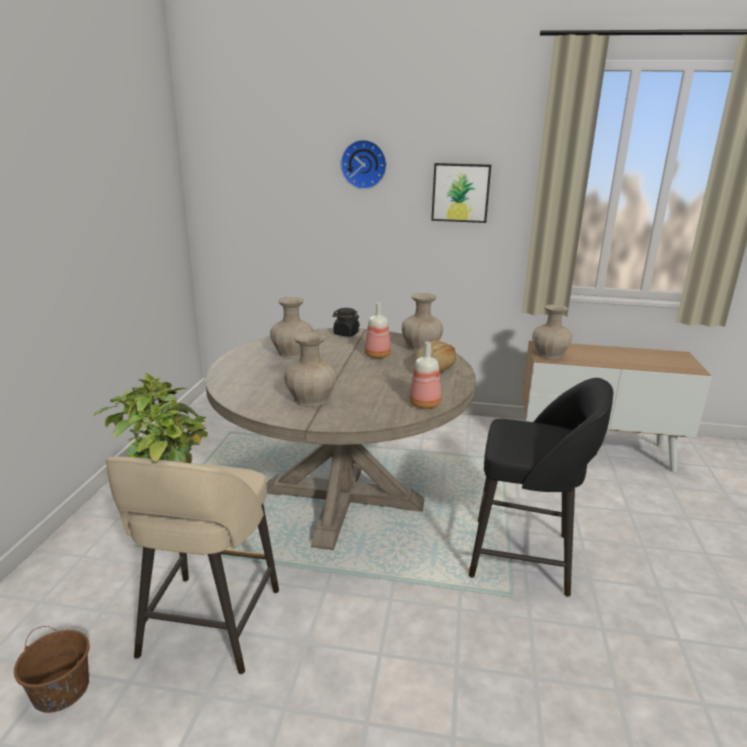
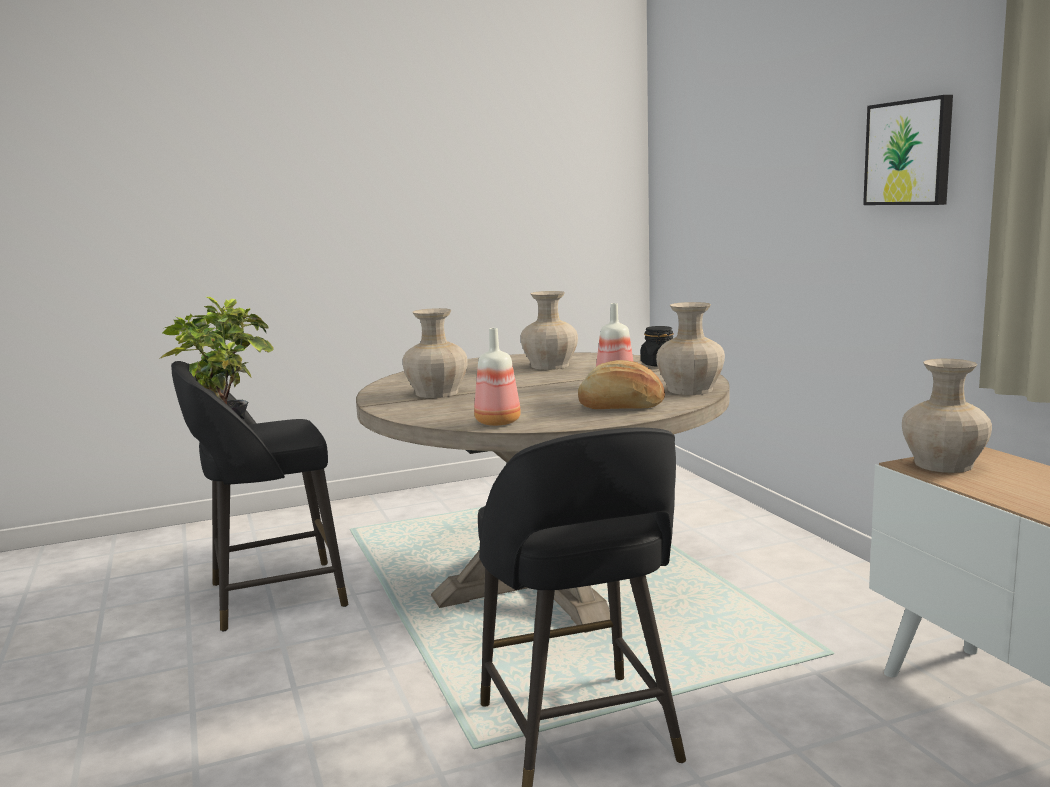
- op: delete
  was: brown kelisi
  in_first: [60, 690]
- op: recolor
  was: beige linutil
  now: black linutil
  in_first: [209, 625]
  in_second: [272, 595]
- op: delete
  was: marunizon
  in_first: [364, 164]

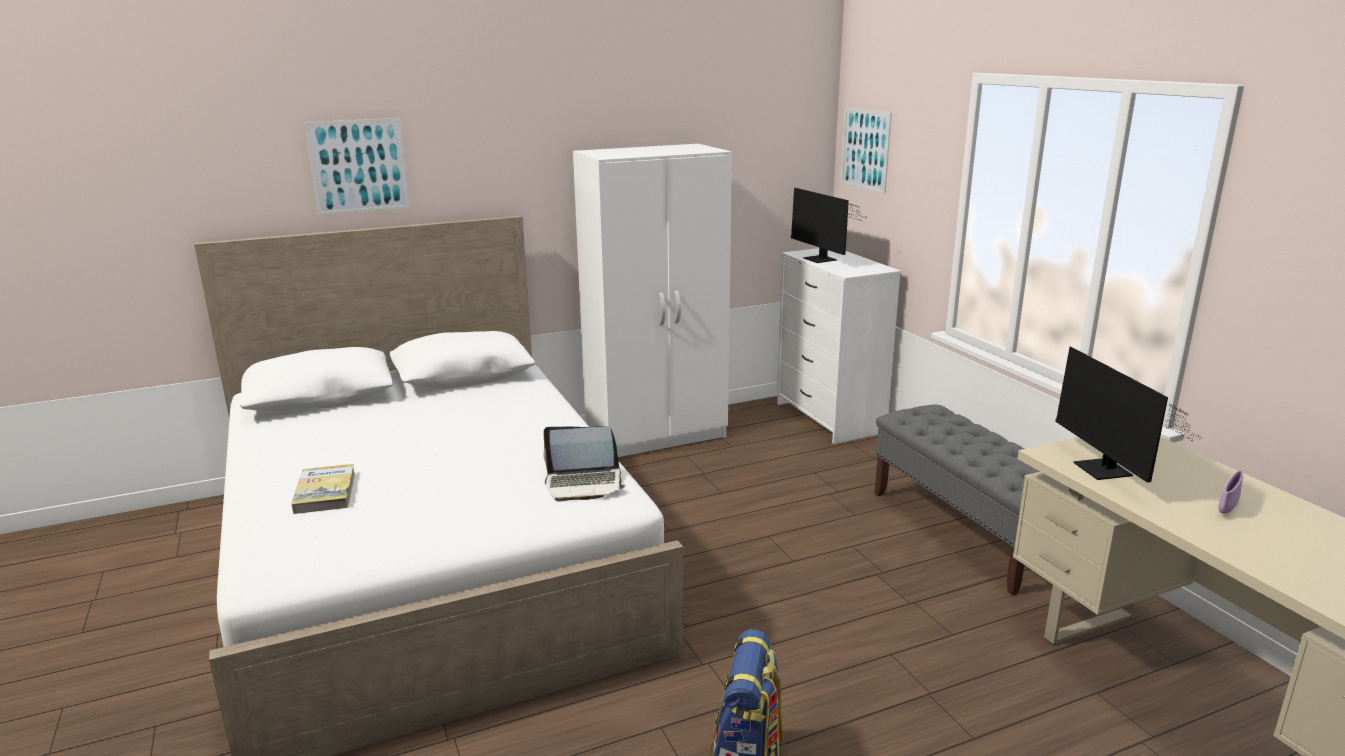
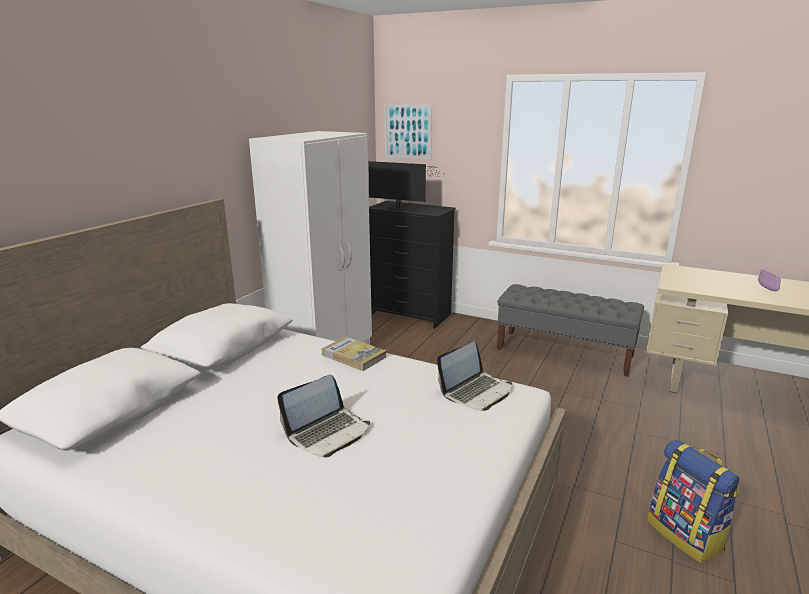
- op: move
  was: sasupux
  in_first: [325, 492]
  in_second: [354, 356]
- op: delete
  was: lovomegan
  in_first: [359, 166]
- op: recolor
  was: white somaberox
  now: black somaberox
  in_first: [828, 418]
  in_second: [409, 315]
- op: delete
  was: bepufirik
  in_first: [1105, 472]
- op: insert
  now: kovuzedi
  in_second: [328, 433]

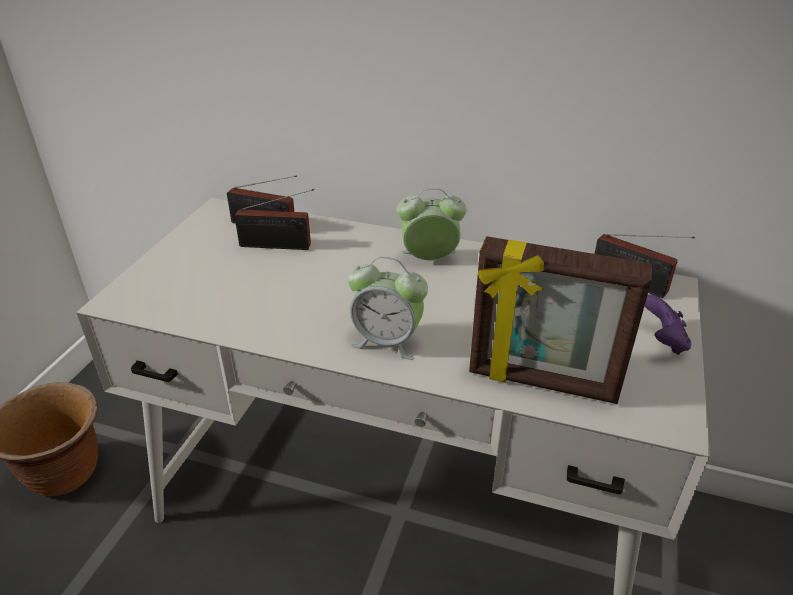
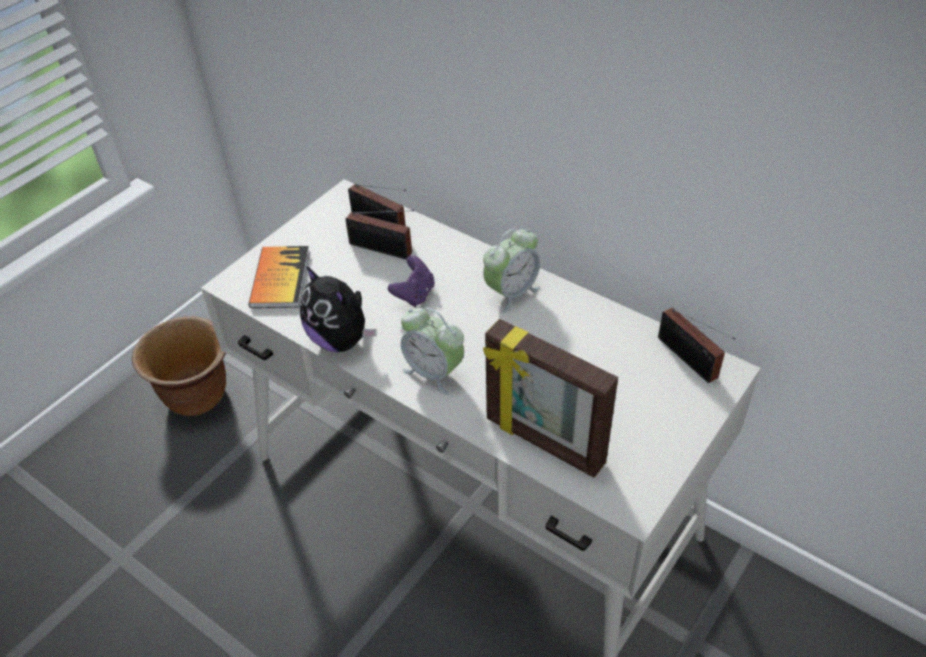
- op: rotate
  was: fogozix
  in_first: [429, 259]
  in_second: [511, 293]
  clockwise: 120
- op: move
  was: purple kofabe
  in_first: [662, 341]
  in_second: [414, 294]
- op: insert
  now: sasupux
  in_second: [280, 279]
- op: insert
  now: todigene
  in_second: [341, 339]

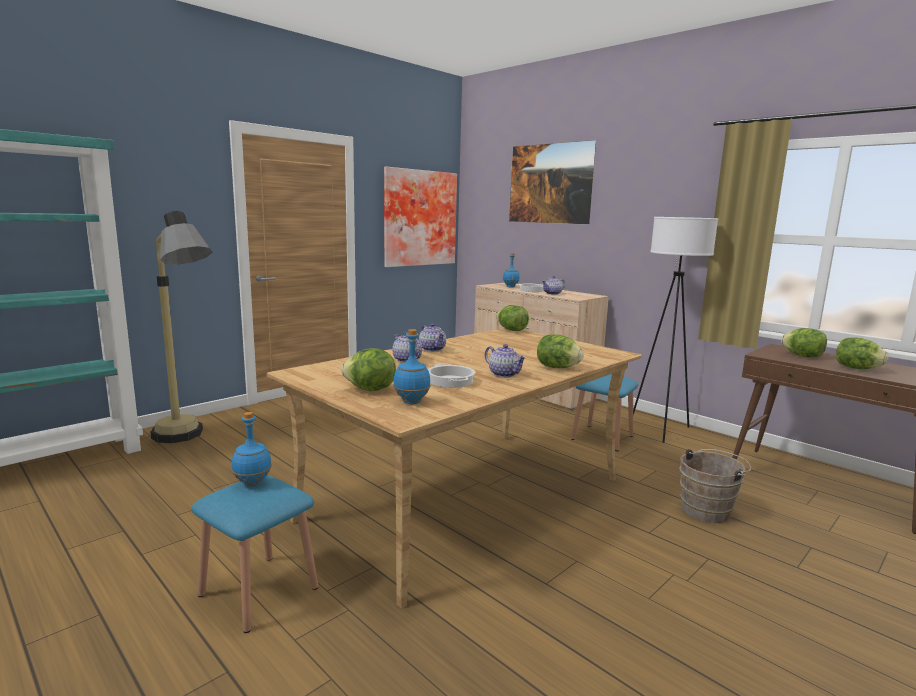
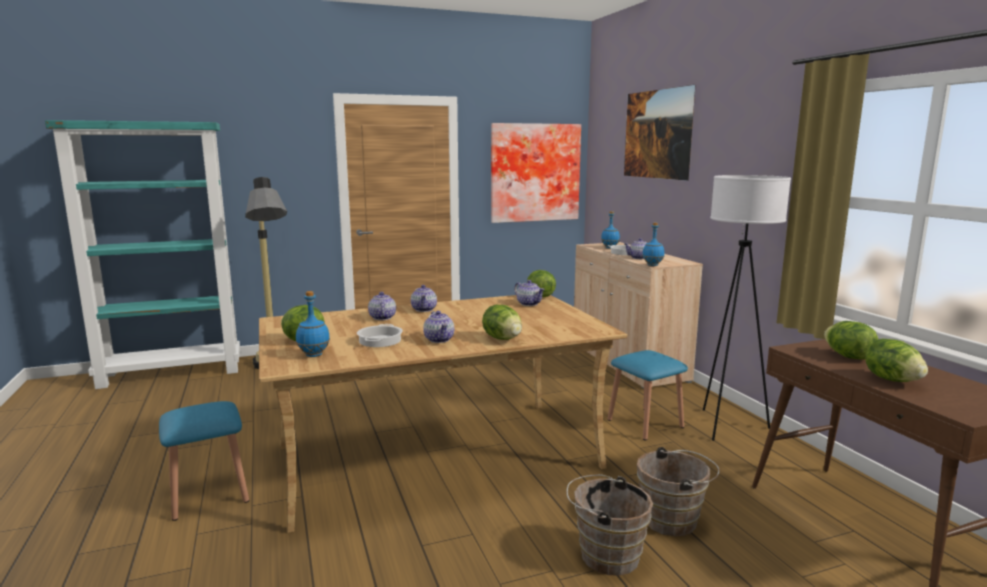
- op: move
  was: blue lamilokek
  in_first: [252, 483]
  in_second: [652, 265]
- op: insert
  now: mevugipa
  in_second: [529, 304]
- op: insert
  now: brown kelisi
  in_second: [605, 554]

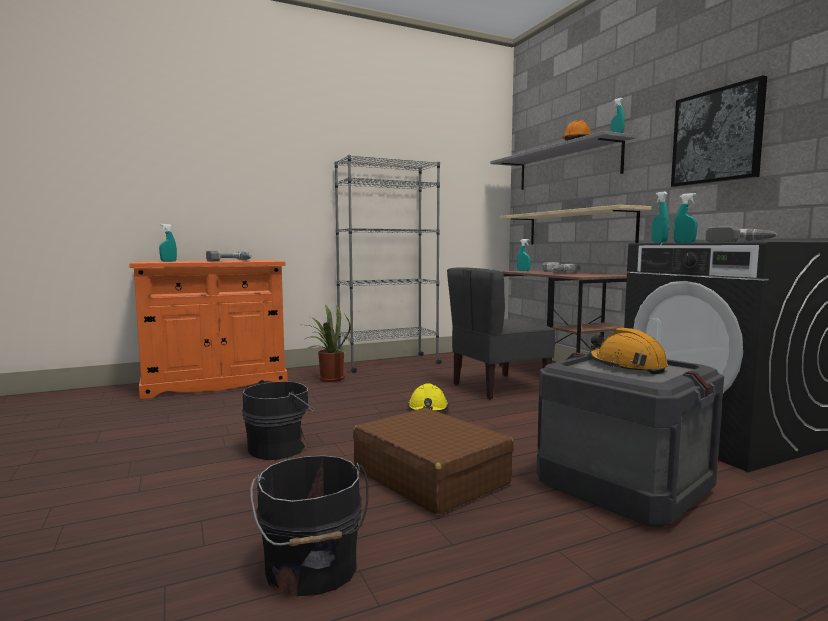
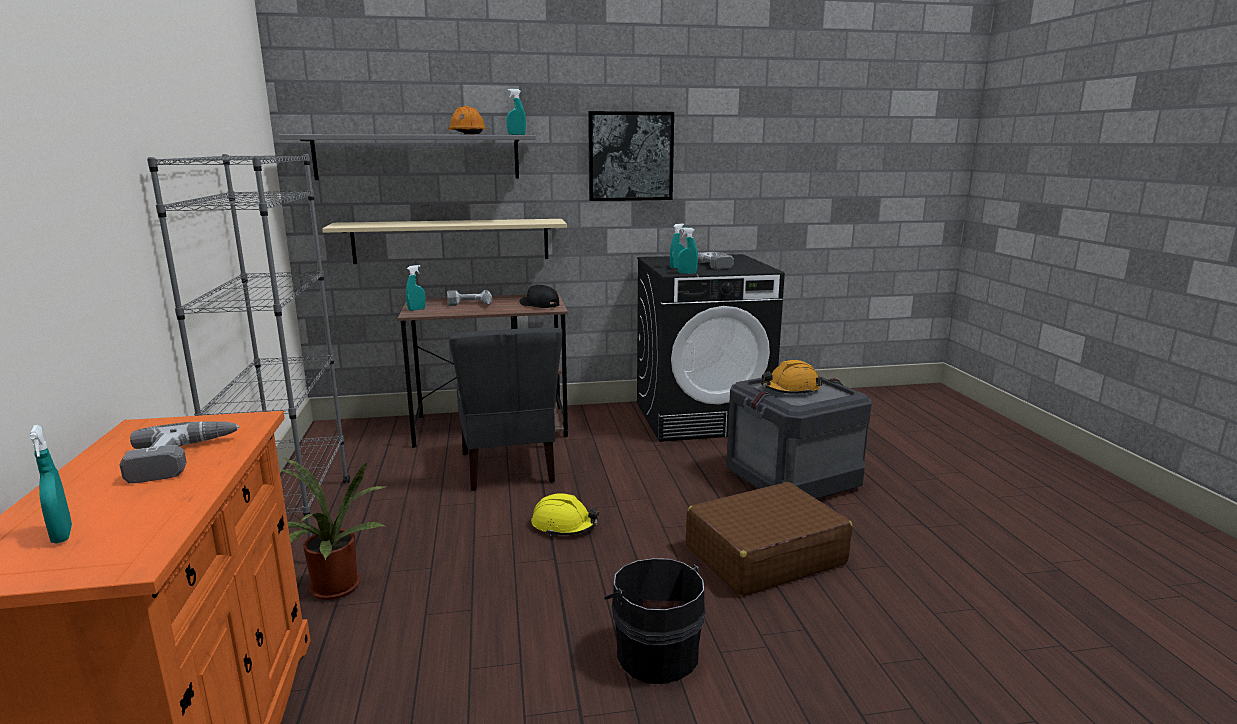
- op: delete
  was: black kelisi
  in_first: [311, 569]
- op: insert
  now: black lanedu
  in_second: [539, 304]

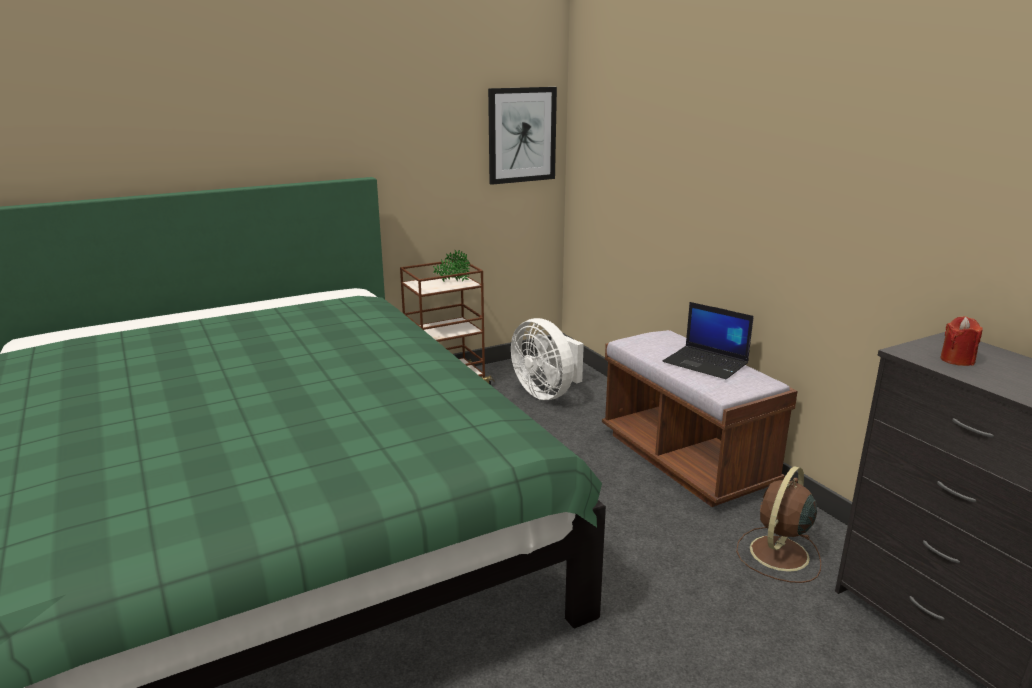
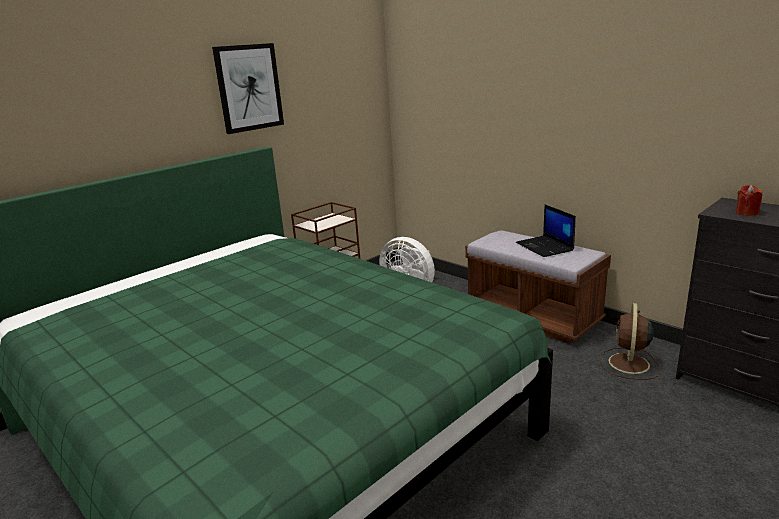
- op: delete
  was: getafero
  in_first: [452, 282]
- op: move
  was: lovomegan
  in_first: [521, 135]
  in_second: [249, 88]
- op: rotate
  was: kovuzedi
  in_first: [706, 363]
  in_second: [545, 247]
  clockwise: 45

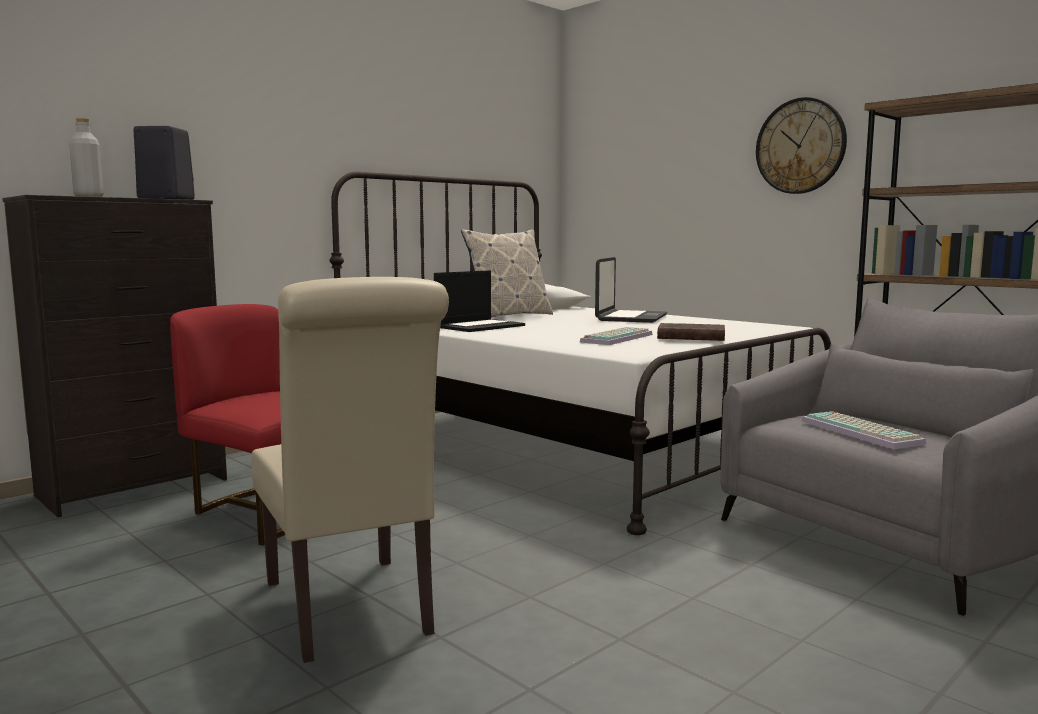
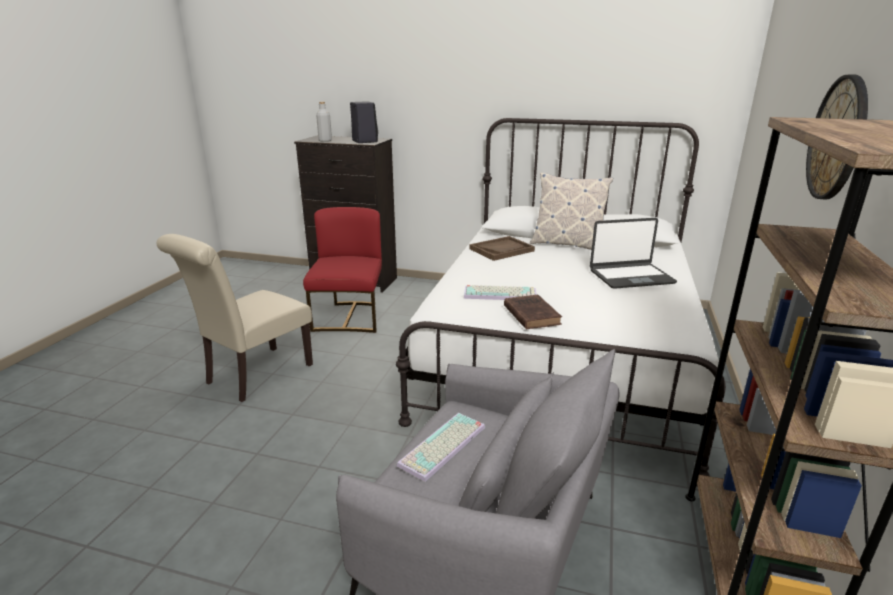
- op: replace
  was: kovuzedi
  now: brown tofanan
  in_first: [480, 326]
  in_second: [501, 250]

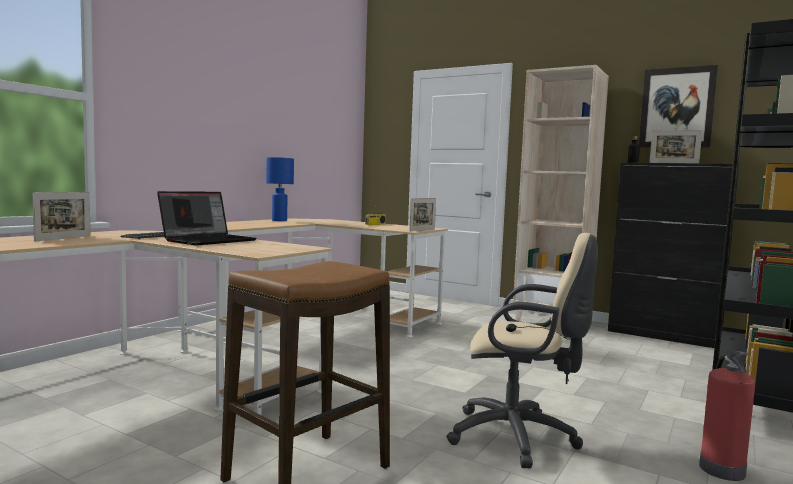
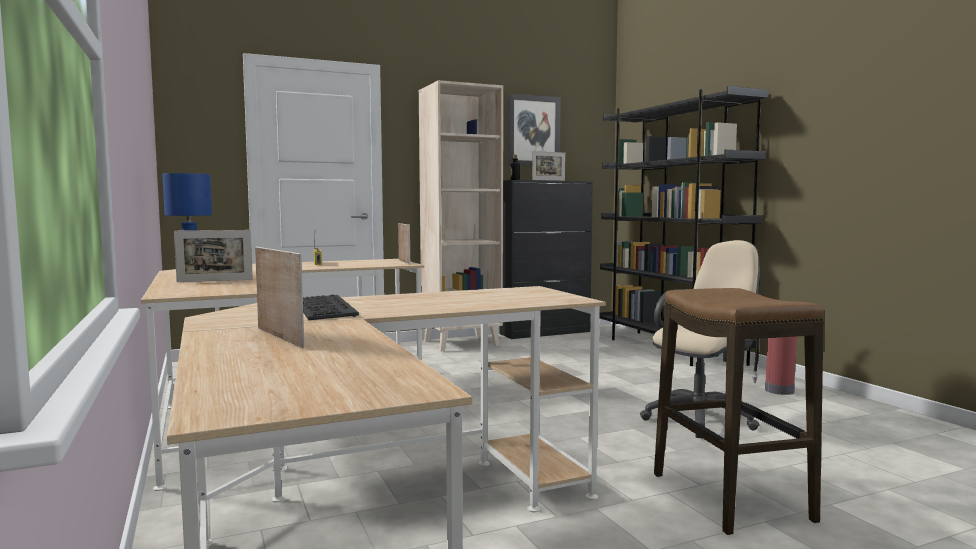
- op: delete
  was: kovuzedi
  in_first: [209, 240]
- op: insert
  now: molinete
  in_second: [215, 281]

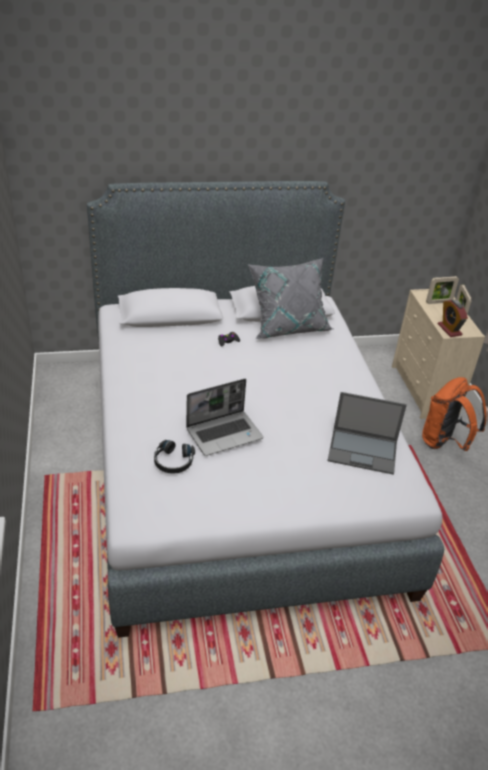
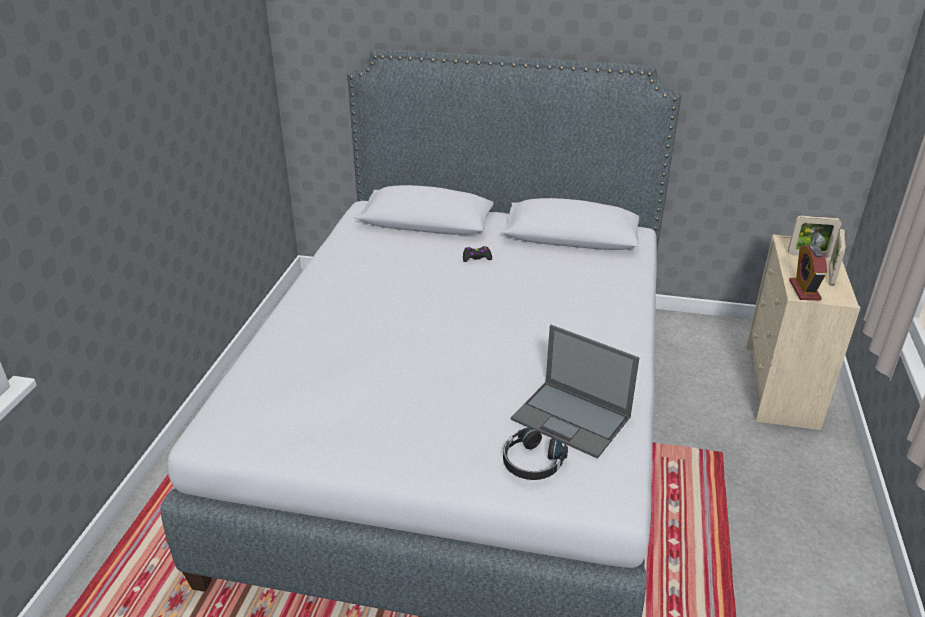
- op: move
  was: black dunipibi
  in_first: [173, 462]
  in_second: [532, 462]
- op: delete
  was: kovuzedi
  in_first: [224, 433]
- op: delete
  was: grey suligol
  in_first: [287, 326]
- op: delete
  was: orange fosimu
  in_first: [445, 442]

